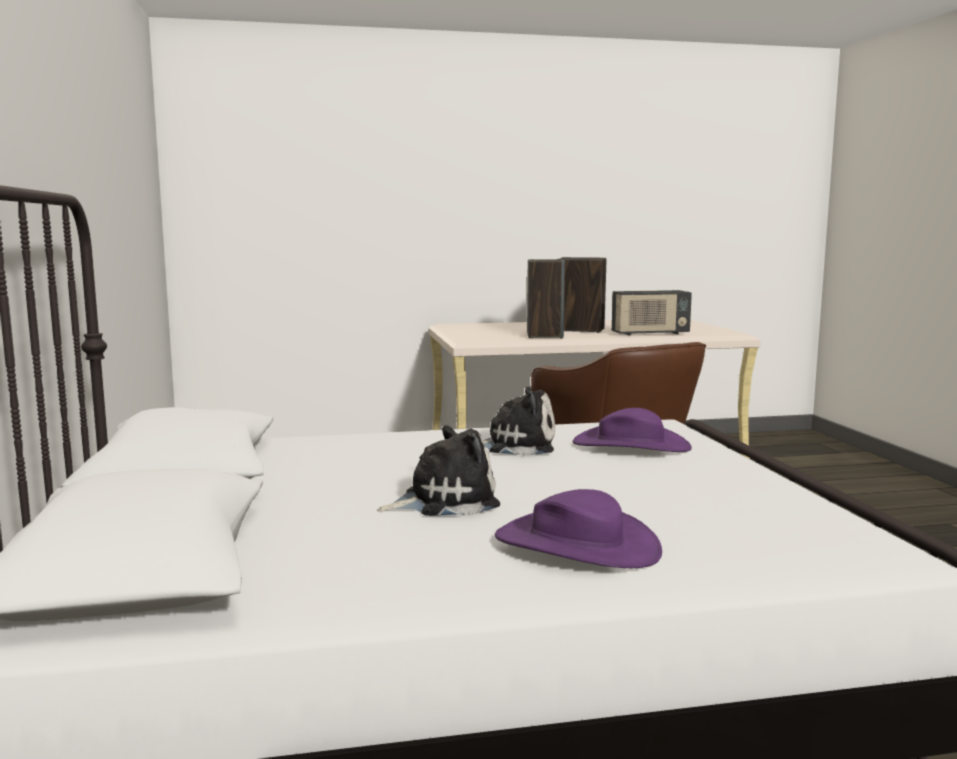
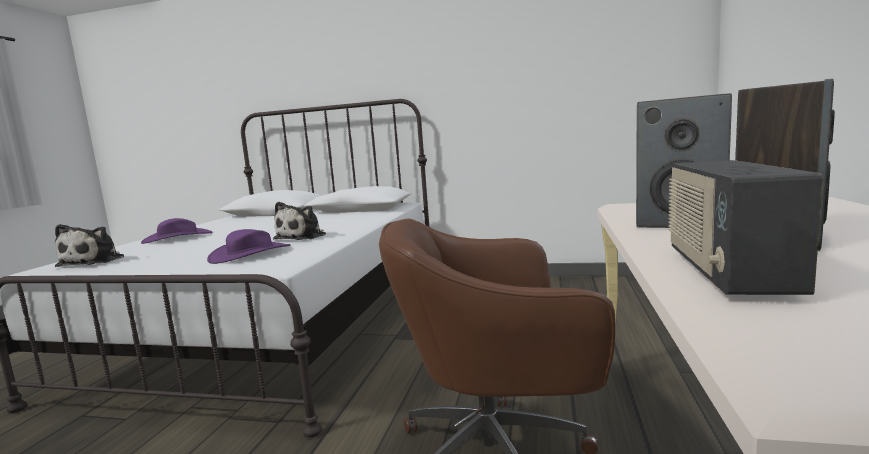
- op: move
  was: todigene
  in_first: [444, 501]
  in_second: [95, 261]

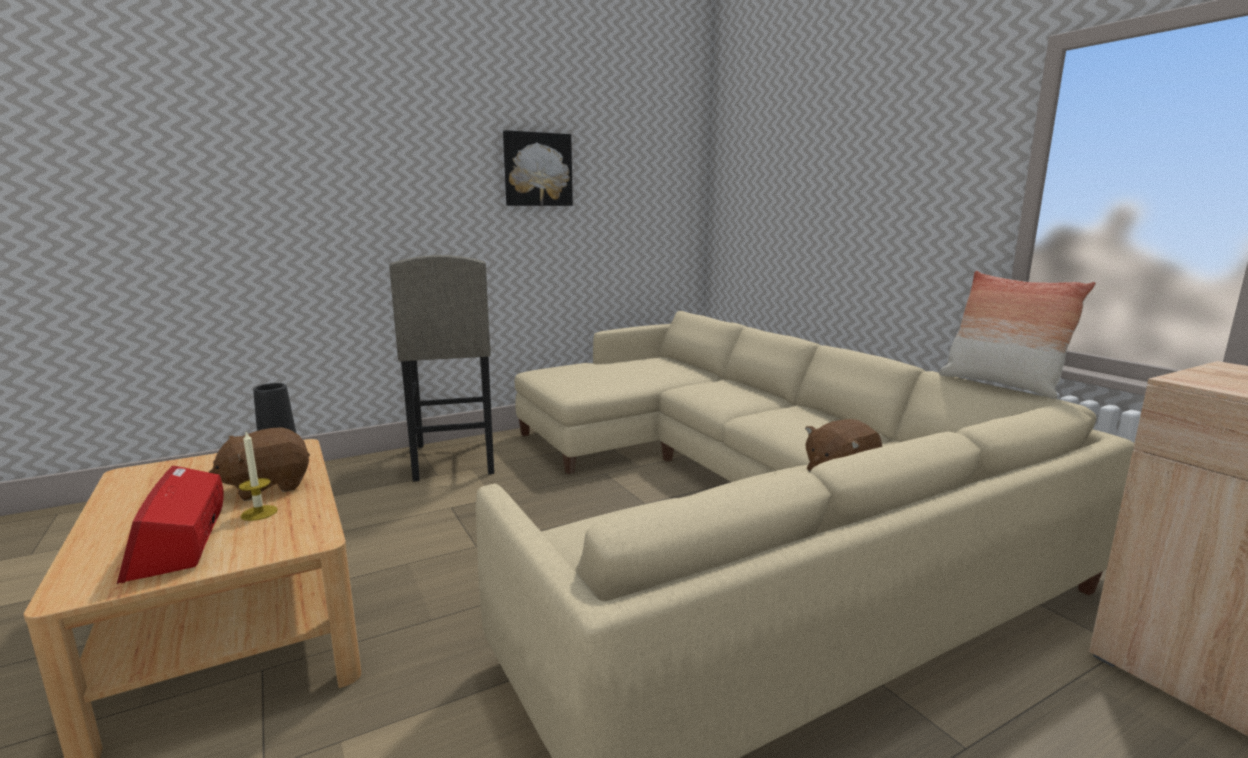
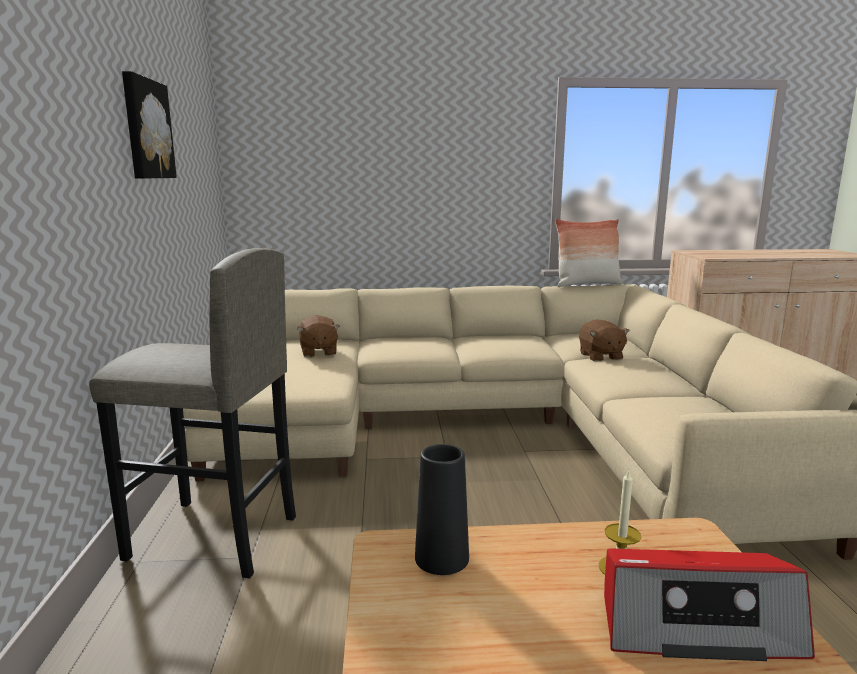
- op: move
  was: brown todigene
  in_first: [267, 487]
  in_second: [318, 352]

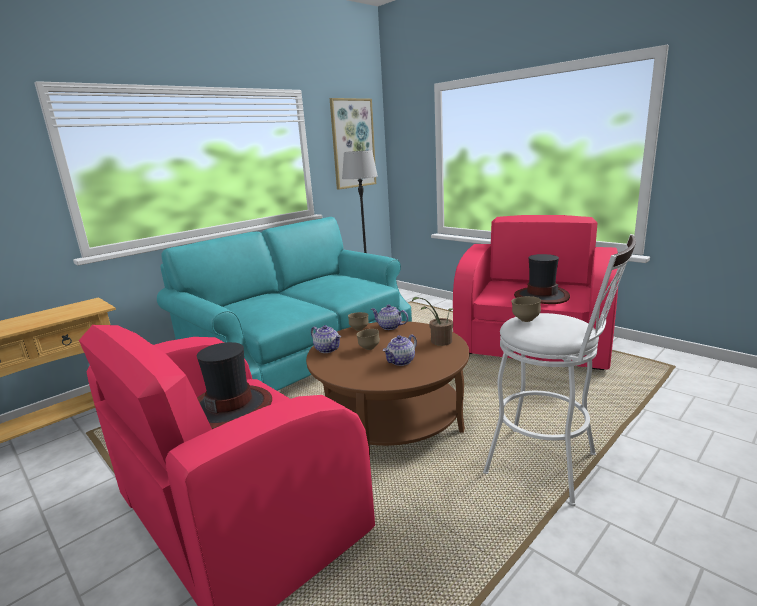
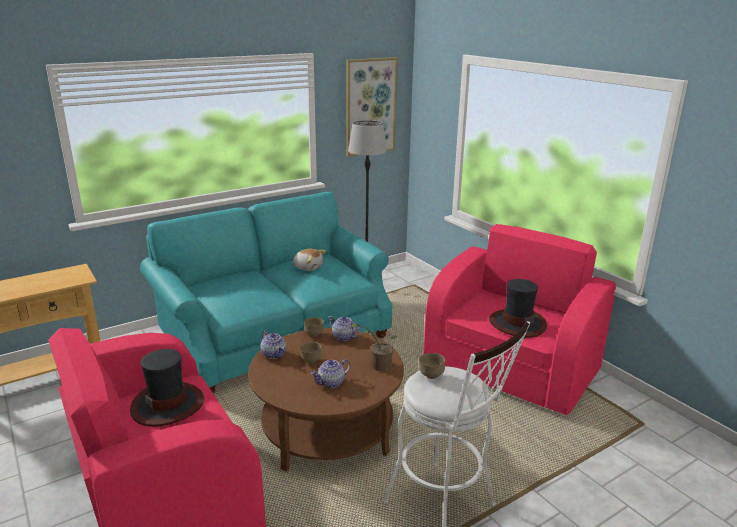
- op: insert
  now: todigene
  in_second: [308, 267]

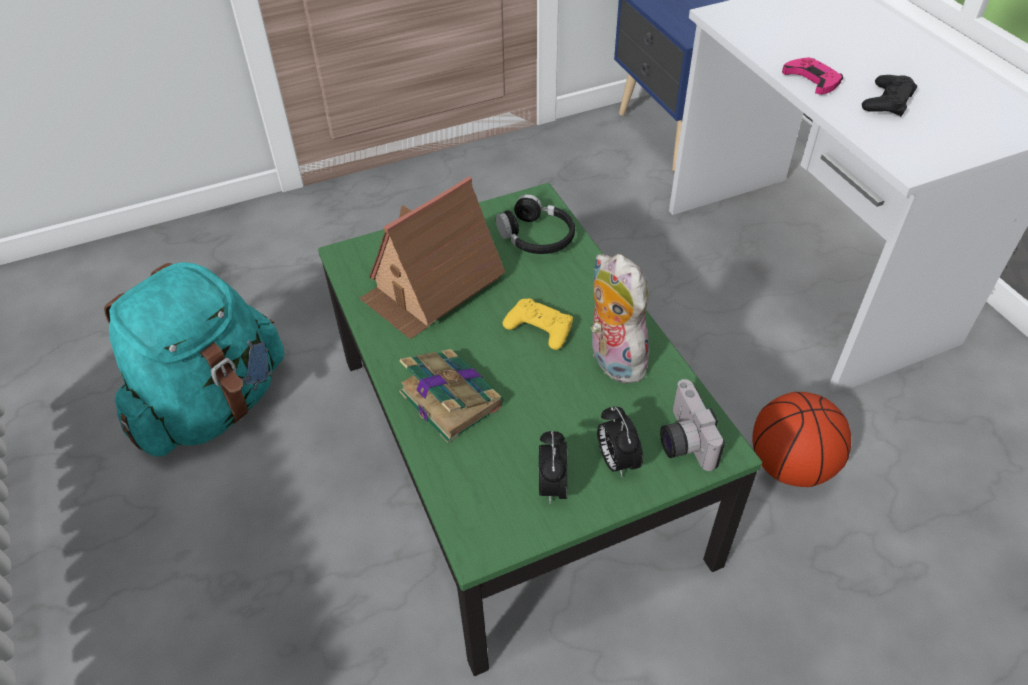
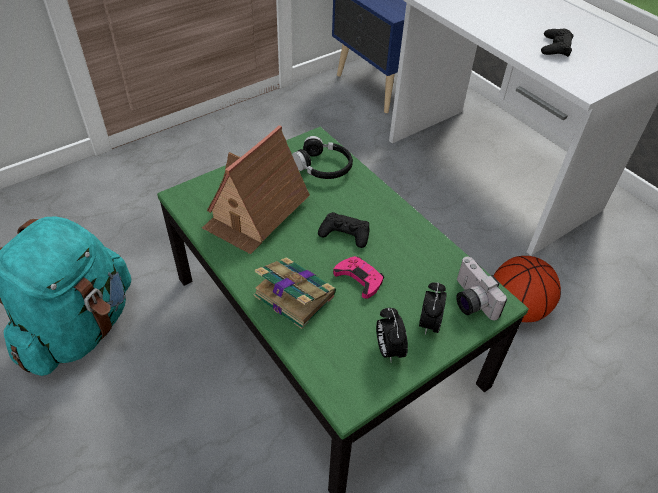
- op: recolor
  was: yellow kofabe
  now: black kofabe
  in_first: [539, 328]
  in_second: [345, 233]
- op: delete
  was: todigene
  in_first: [612, 359]
- op: rotate
  was: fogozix
  in_first: [616, 461]
  in_second: [429, 323]
  clockwise: 45
- op: move
  was: pink kofabe
  in_first: [812, 79]
  in_second: [359, 278]

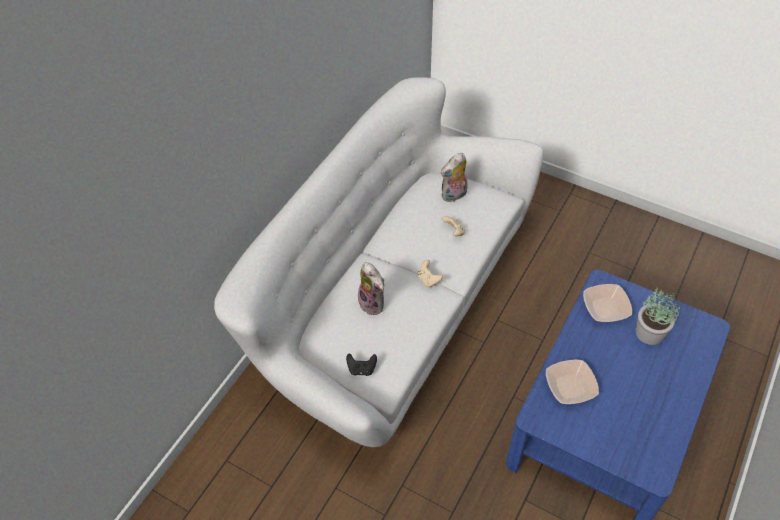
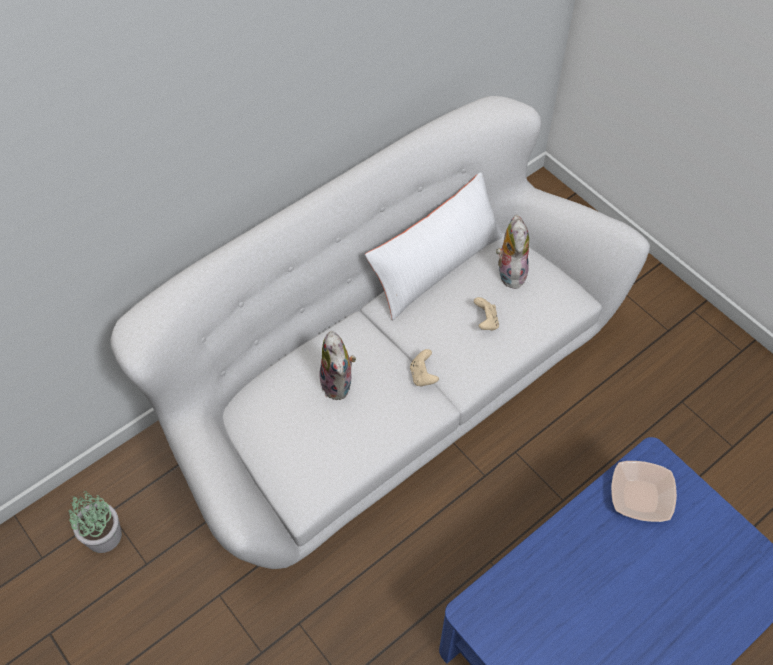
- op: delete
  was: black kofabe
  in_first: [361, 369]
- op: rotate
  was: todigene
  in_first: [454, 196]
  in_second: [509, 272]
  clockwise: 105
- op: delete
  was: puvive
  in_first: [570, 387]
- op: move
  was: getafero
  in_first: [649, 332]
  in_second: [103, 535]
- op: insert
  now: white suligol
  in_second: [436, 266]

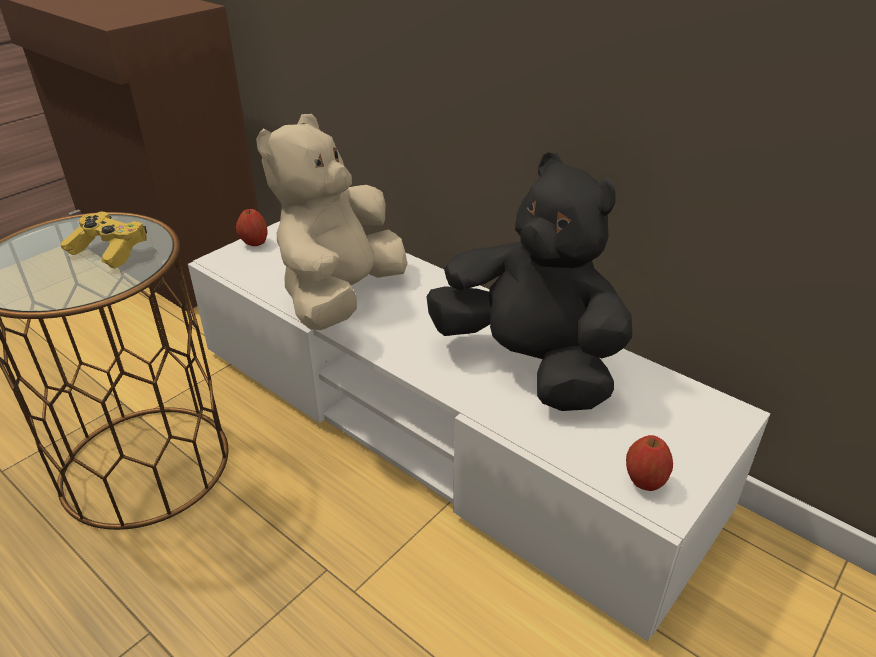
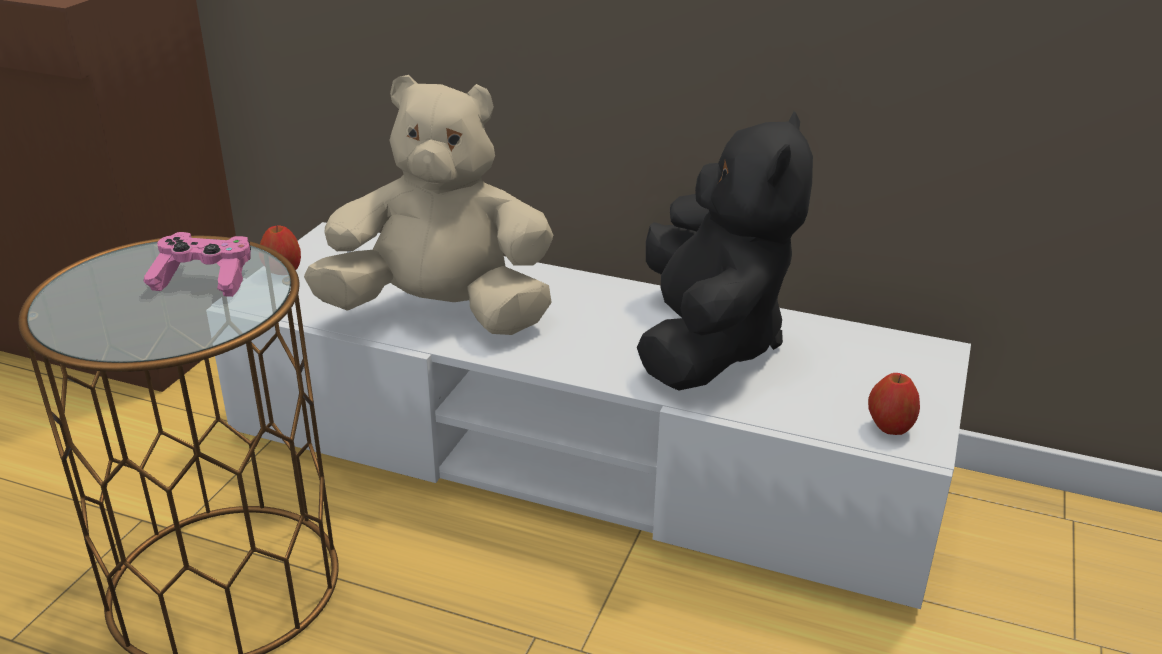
- op: recolor
  was: yellow kofabe
  now: pink kofabe
  in_first: [109, 251]
  in_second: [204, 280]
- op: rotate
  was: beige todigene
  in_first: [341, 297]
  in_second: [442, 314]
  clockwise: 90
- op: rotate
  was: black todigene
  in_first: [529, 364]
  in_second: [707, 343]
  clockwise: 75

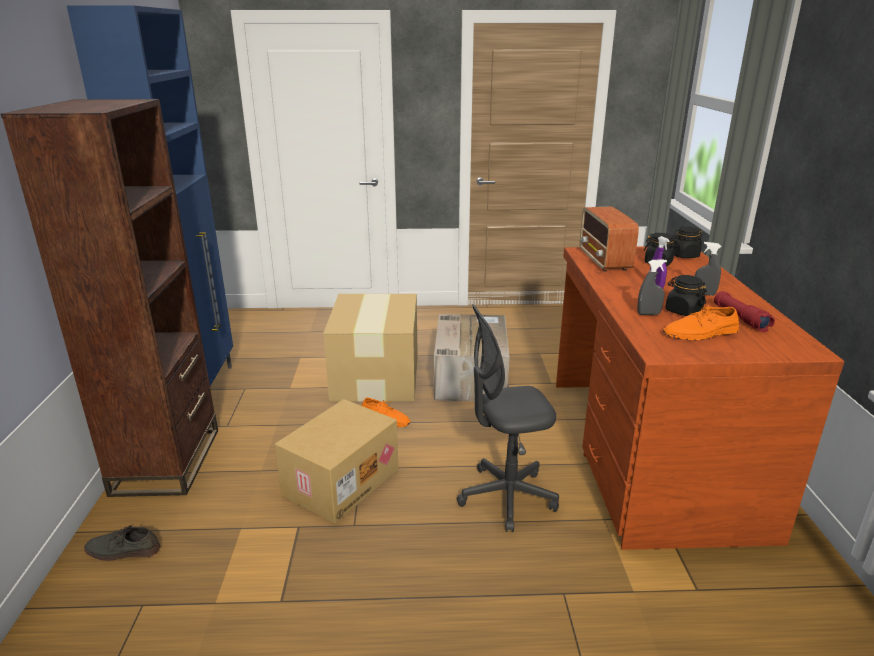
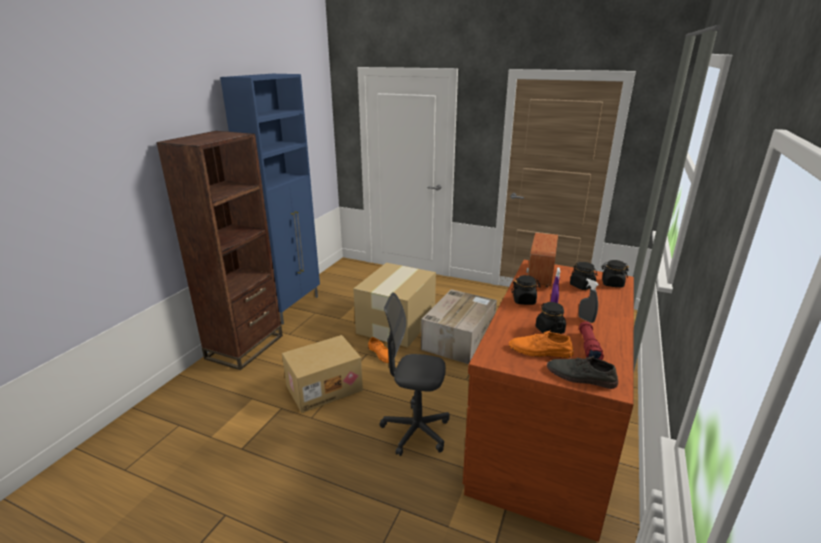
- op: move
  was: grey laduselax
  in_first: [122, 550]
  in_second: [580, 377]
- op: delete
  was: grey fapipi
  in_first: [648, 314]
- op: insert
  now: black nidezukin
  in_second: [524, 300]

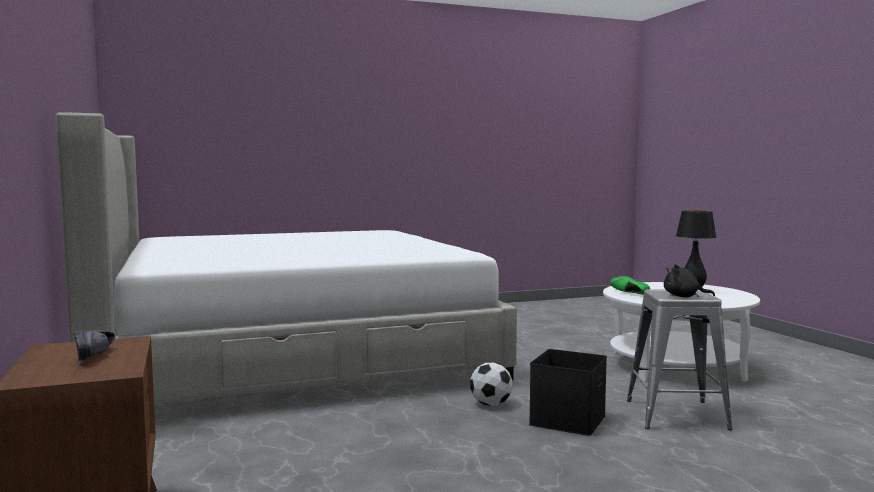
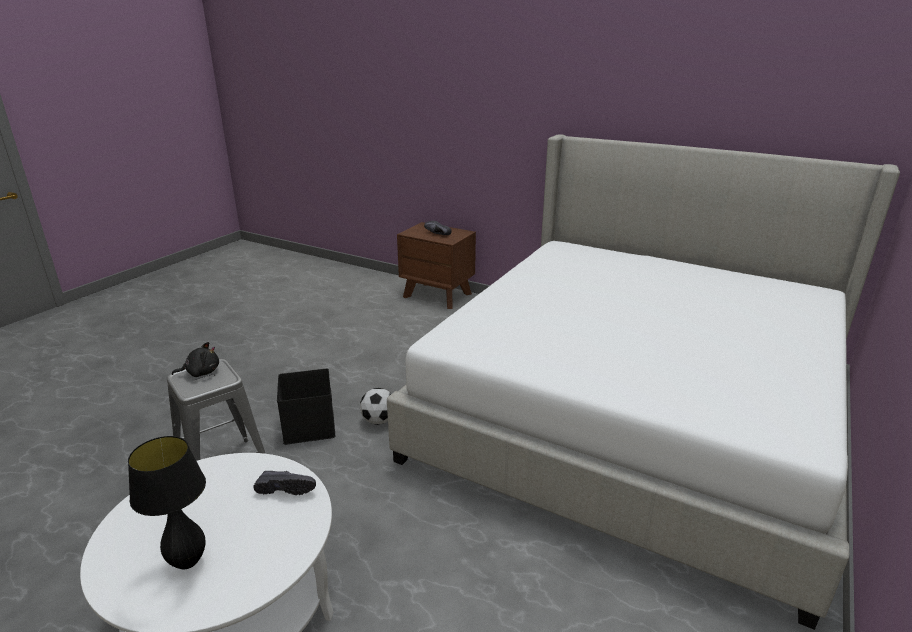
- op: recolor
  was: green laduselax
  now: black laduselax
  in_first: [627, 293]
  in_second: [287, 488]

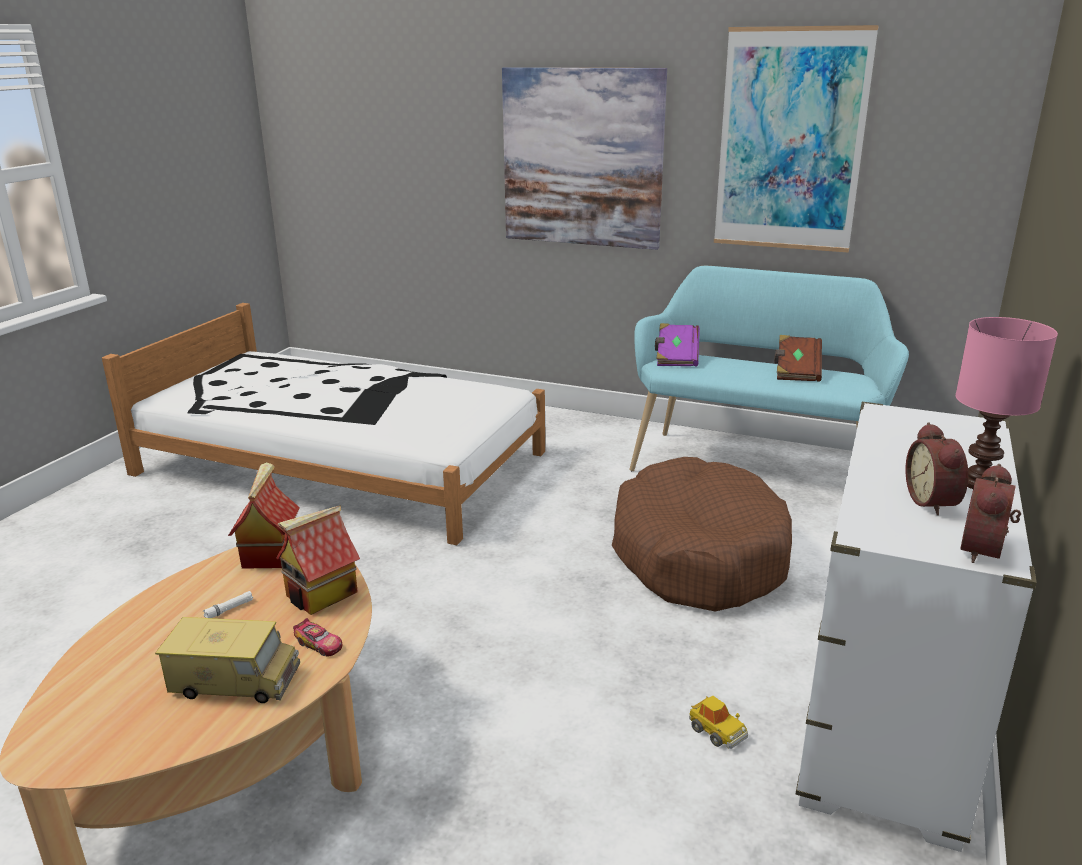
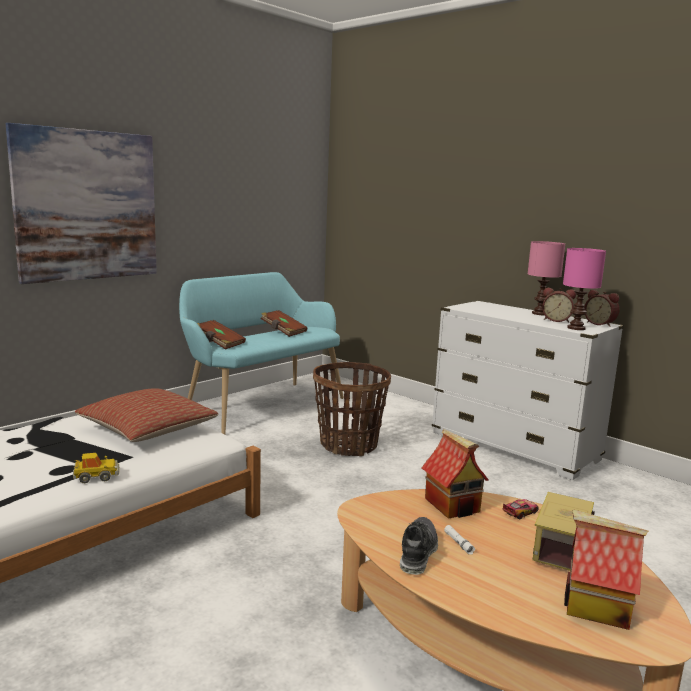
- op: move
  was: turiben
  in_first: [269, 554]
  in_second: [595, 608]
- op: replace
  was: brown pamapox
  now: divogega
  in_first: [698, 554]
  in_second: [349, 445]
- op: recolor
  was: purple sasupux
  now: brown sasupux
  in_first: [676, 357]
  in_second: [219, 343]
- op: move
  was: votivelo
  in_first: [716, 731]
  in_second: [96, 477]
- op: delete
  was: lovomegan
  in_first: [790, 141]
- op: insert
  now: suligol
  in_second: [148, 429]
- op: insert
  now: laduselax
  in_second: [417, 552]
- op: insert
  now: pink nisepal
  in_second: [575, 328]

